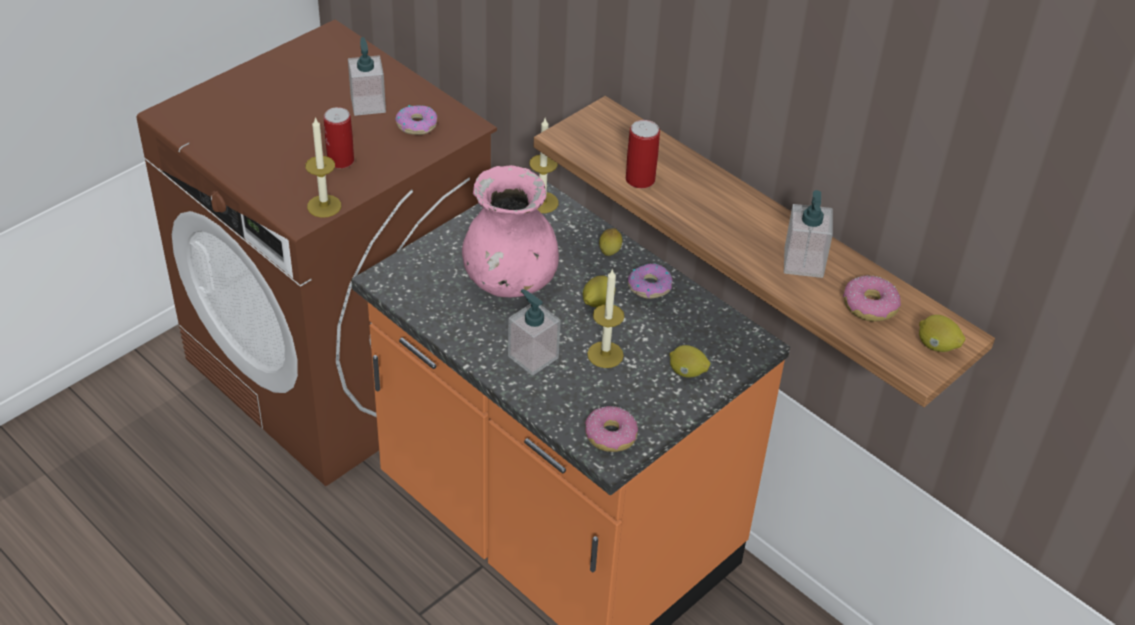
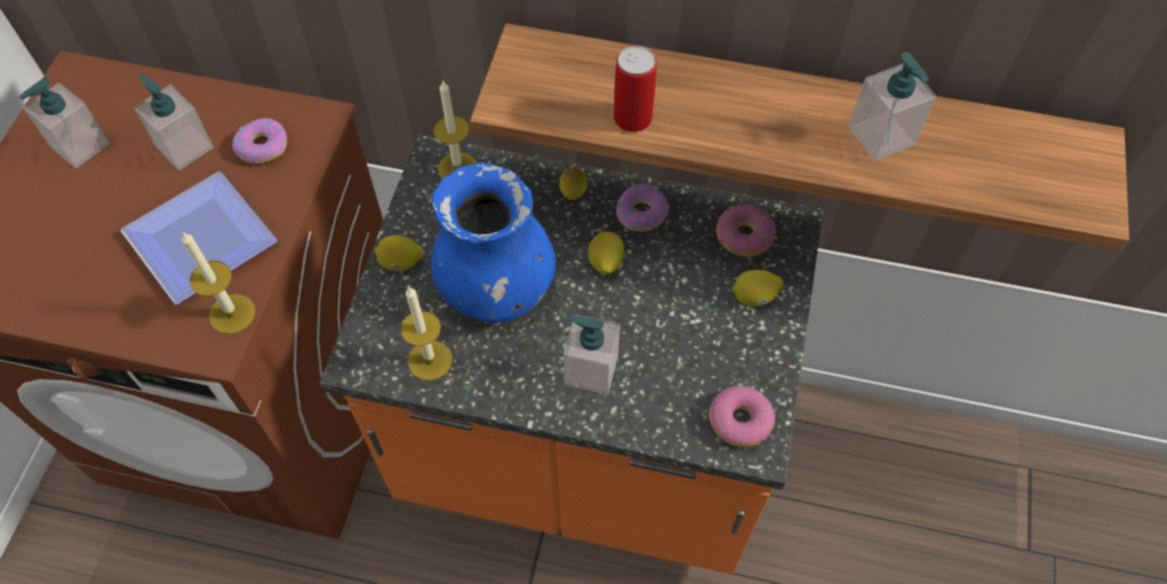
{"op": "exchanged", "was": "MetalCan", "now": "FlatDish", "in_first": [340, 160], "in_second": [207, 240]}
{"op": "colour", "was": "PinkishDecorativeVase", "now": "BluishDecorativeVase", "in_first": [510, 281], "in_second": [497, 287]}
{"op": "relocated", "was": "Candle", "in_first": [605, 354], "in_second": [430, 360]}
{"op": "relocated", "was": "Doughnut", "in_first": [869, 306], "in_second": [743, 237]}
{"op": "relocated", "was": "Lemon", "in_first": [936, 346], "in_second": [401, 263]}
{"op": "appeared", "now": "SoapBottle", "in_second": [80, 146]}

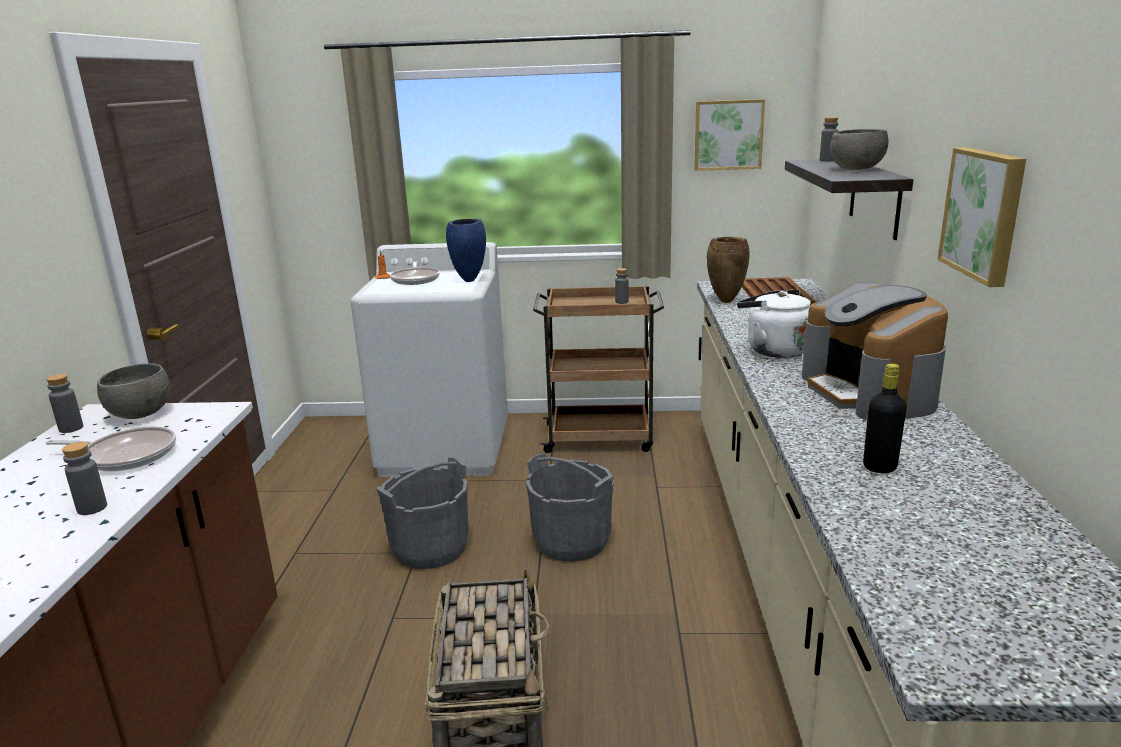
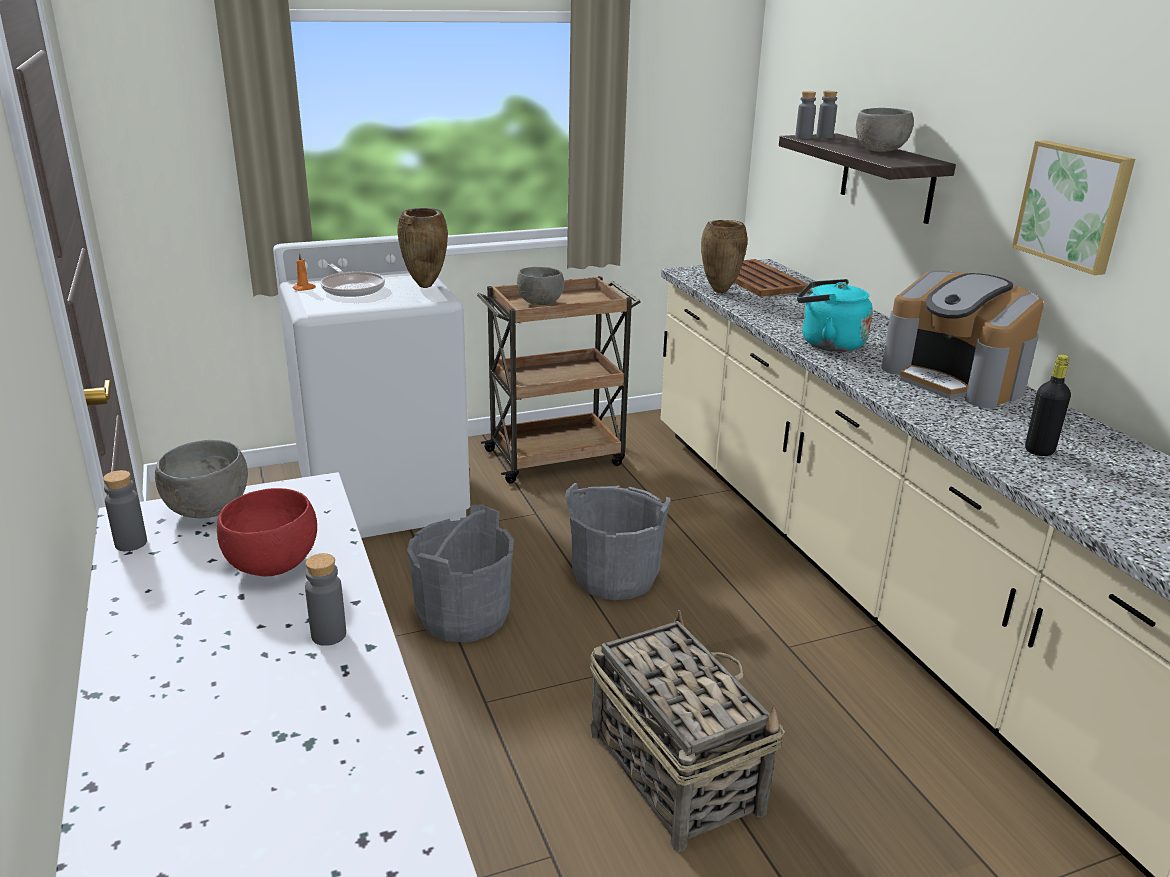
{"op": "exchanged", "was": "Pan", "now": "ReddishDeepDish", "in_first": [126, 455], "in_second": [272, 564]}
{"op": "colour", "was": "BluishDecorativeVase", "now": "BrownishDecorativeVase", "in_first": [469, 281], "in_second": [426, 286]}
{"op": "relocated", "was": "GrayDrinkBottle", "in_first": [621, 302], "in_second": [803, 137]}
{"op": "missing", "was": "WallPicture", "in_first": [728, 135]}
{"op": "colour", "was": "WhiteTeaKettle", "now": "TurquoiseTeaKettle", "in_first": [774, 350], "in_second": [827, 343]}
{"op": "appeared", "now": "GrayDeepDish", "in_second": [541, 303]}

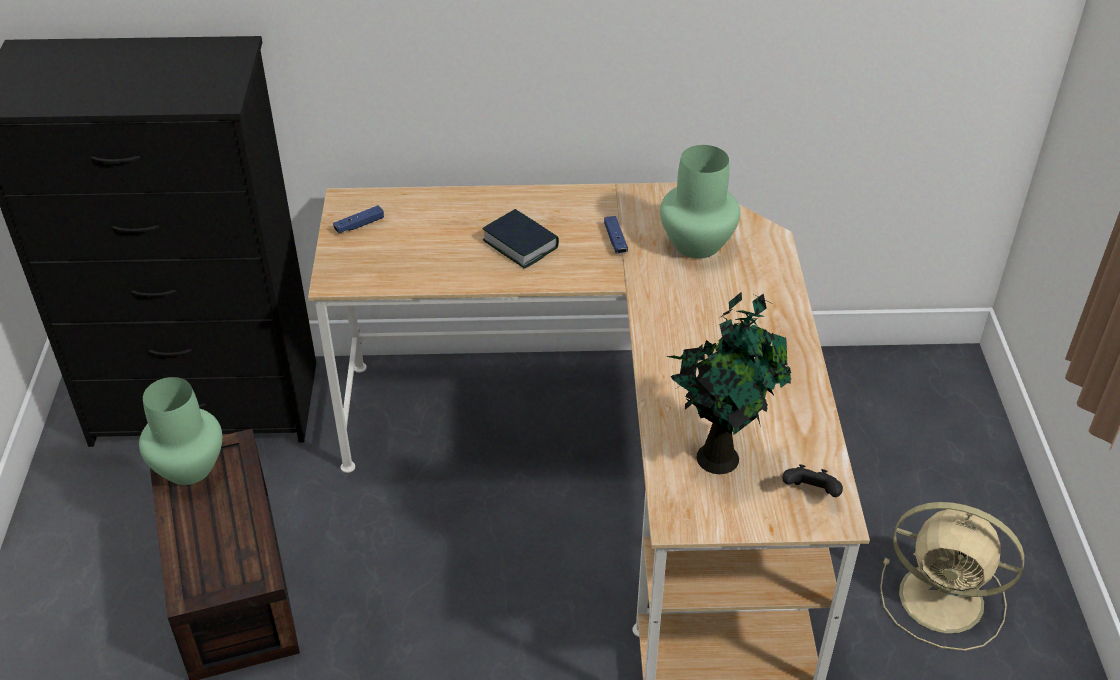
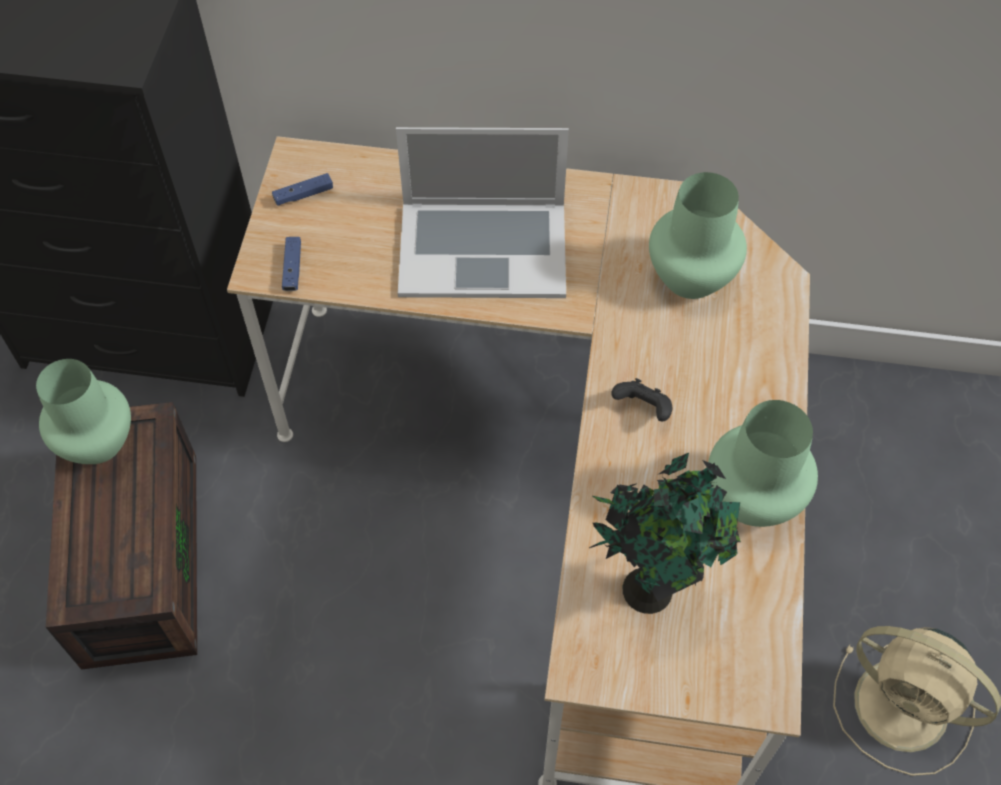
{"op": "exchanged", "was": "Book", "now": "Laptop", "in_first": [520, 244], "in_second": [483, 248]}
{"op": "relocated", "was": "BluishGamepad", "in_first": [615, 240], "in_second": [292, 269]}
{"op": "relocated", "was": "BlackGamepad", "in_first": [811, 493], "in_second": [643, 409]}
{"op": "appeared", "now": "GreenDecorativeVase", "in_second": [754, 499]}

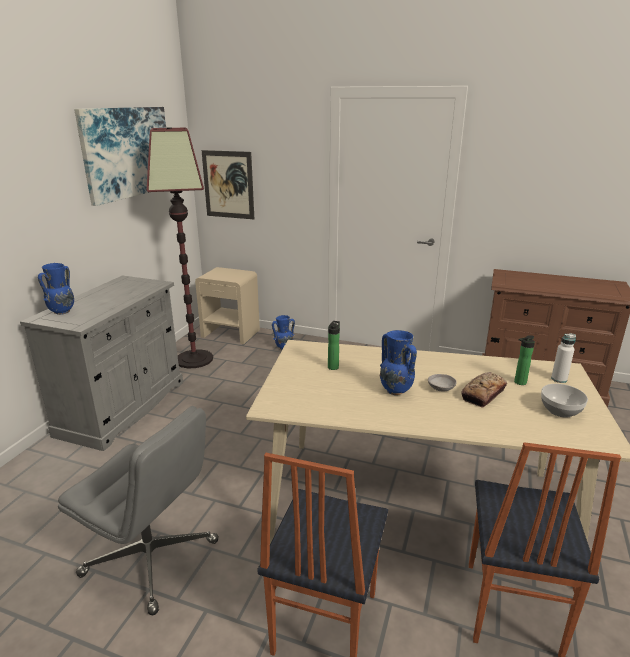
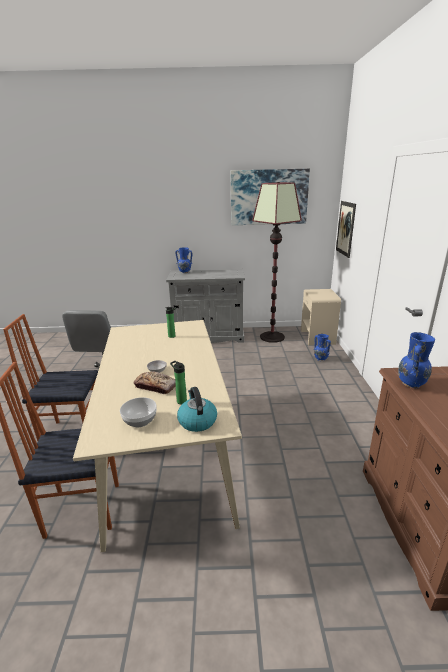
{"op": "relocated", "was": "BluishDecorativeVase", "in_first": [395, 390], "in_second": [411, 384]}
{"op": "exchanged", "was": "WhiteDrinkBottle", "now": "TeaKettle", "in_first": [559, 379], "in_second": [197, 421]}

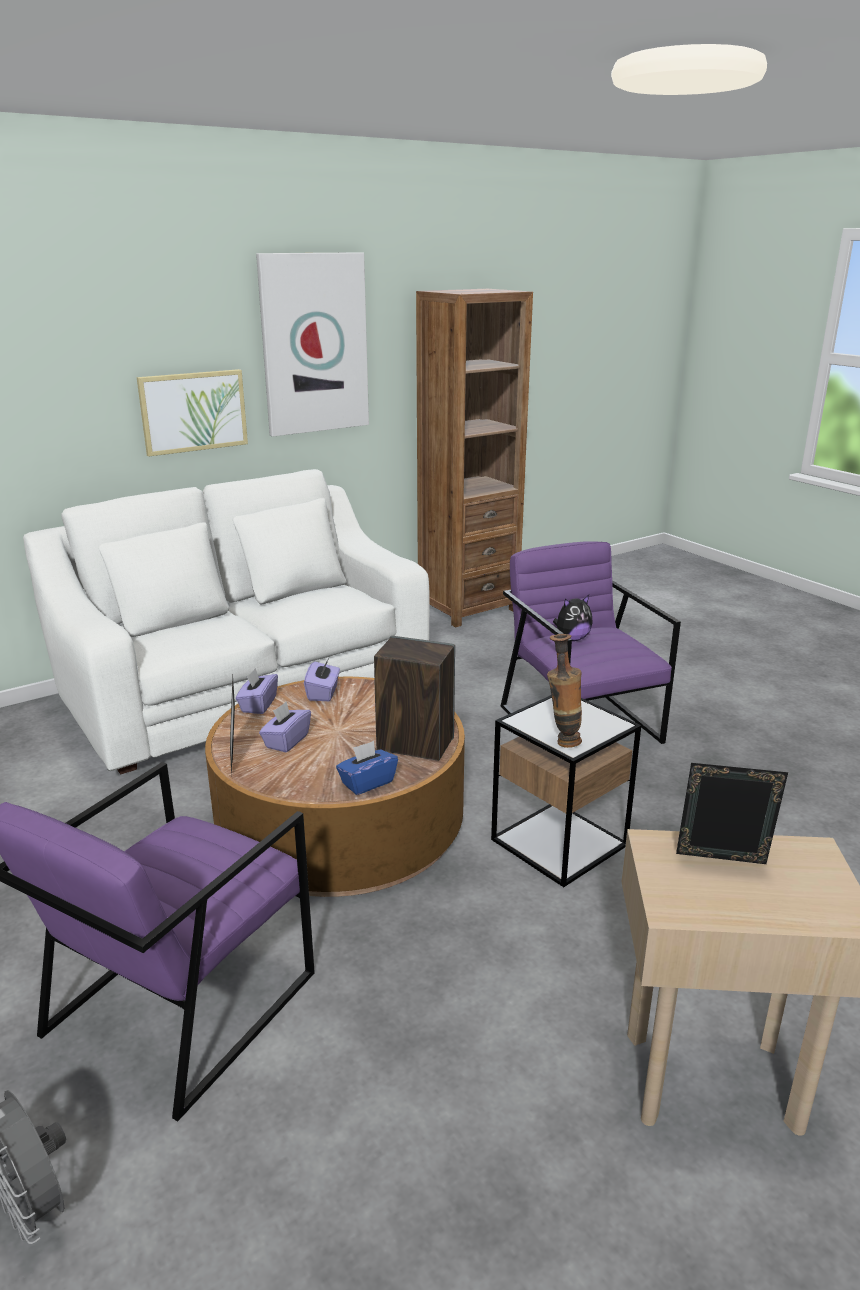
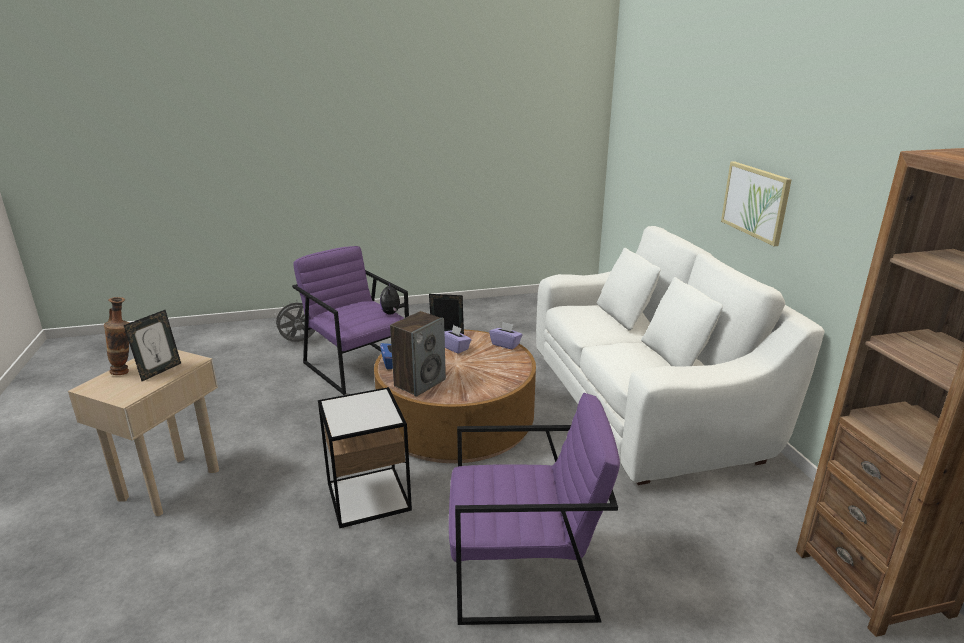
{"op": "missing", "was": "WallPicture", "in_first": [314, 344]}
{"op": "missing", "was": "PurpleTissueBox", "in_first": [323, 693]}
{"op": "relocated", "was": "DecorativeVase", "in_first": [562, 741], "in_second": [126, 371]}
{"op": "relocated", "was": "SoftToy", "in_first": [572, 639], "in_second": [392, 313]}

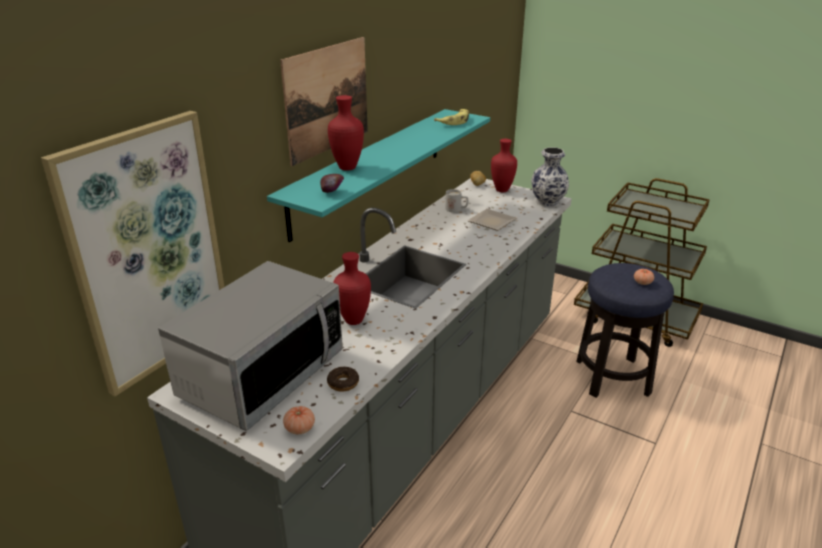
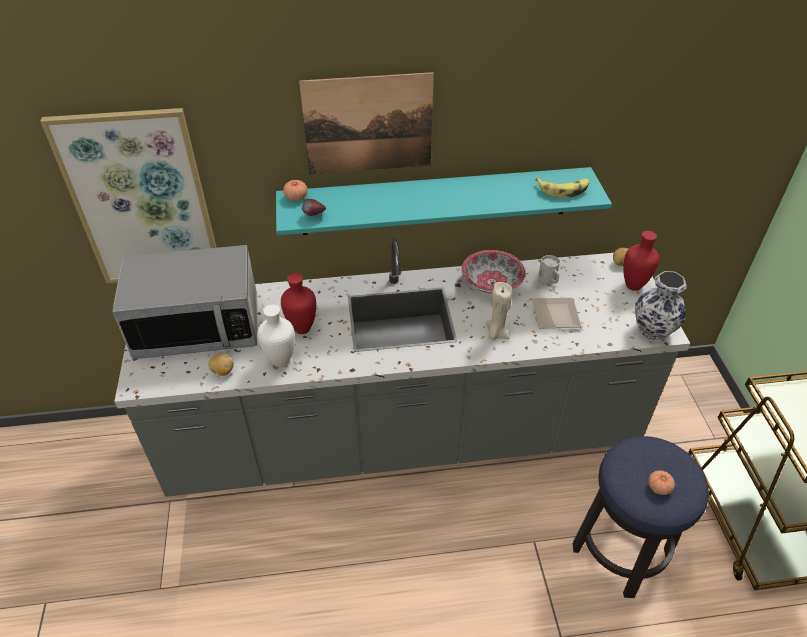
{"op": "relocated", "was": "WholeTomato", "in_first": [300, 428], "in_second": [296, 197]}
{"op": "exchanged", "was": "Doughnut", "now": "WholePotato", "in_first": [343, 383], "in_second": [222, 371]}
{"op": "missing", "was": "ReddishDecorativeVase", "in_first": [347, 167]}
{"op": "appeared", "now": "WhiteDecorativeVase", "in_second": [282, 360]}
{"op": "appeared", "now": "DeepDish", "in_second": [491, 283]}
{"op": "appeared", "now": "SandColouredCandle", "in_second": [496, 333]}

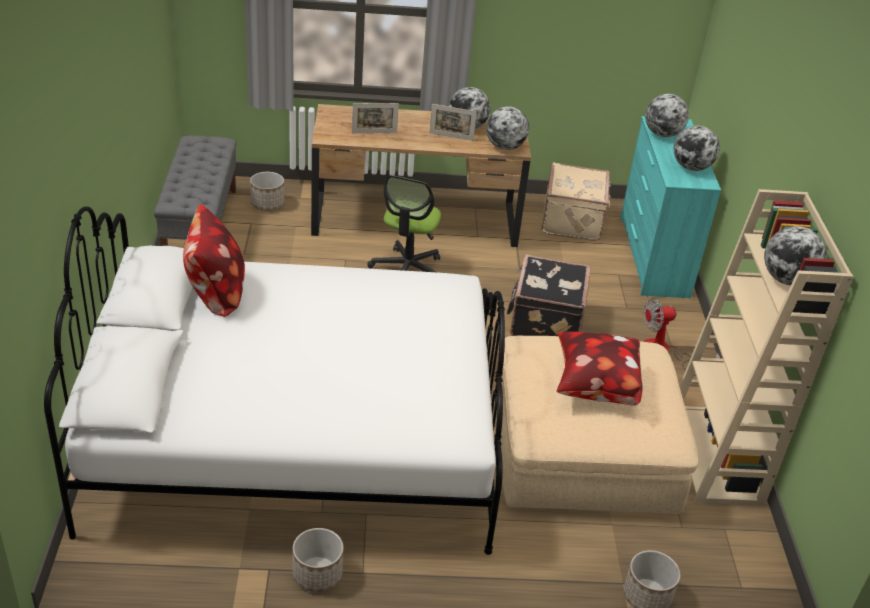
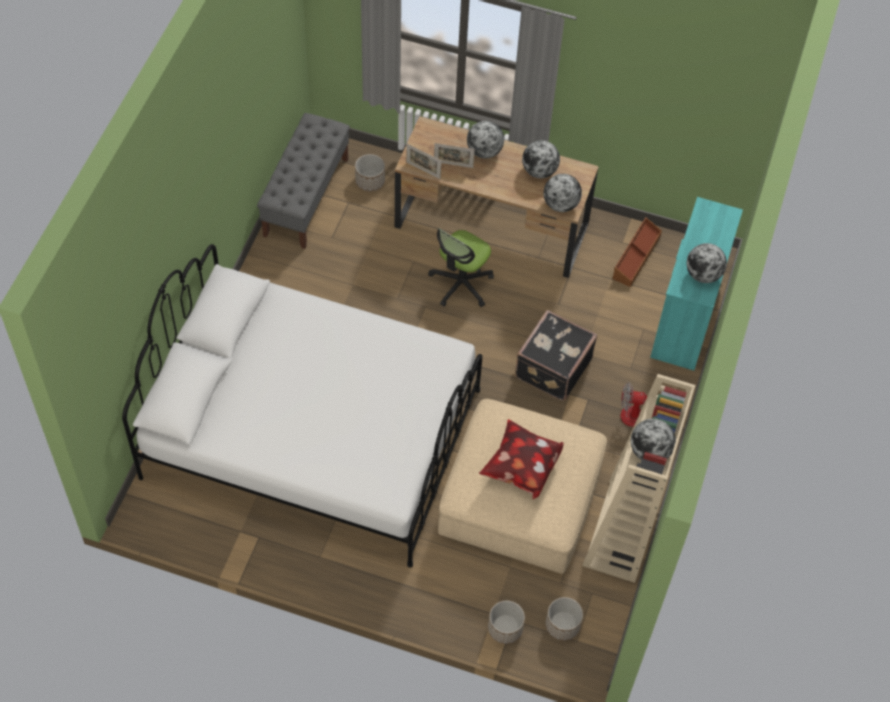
{"op": "missing", "was": "Cushion", "in_first": [216, 294]}
{"op": "relocated", "was": "FlowerPot", "in_first": [317, 574], "in_second": [562, 625]}
{"op": "relocated", "was": "PhotoFrame", "in_first": [451, 137], "in_second": [423, 170]}
{"op": "exchanged", "was": "SandColouredSuitcase", "now": "BrownishStorageBin", "in_first": [573, 221], "in_second": [635, 256]}
{"op": "relocated", "was": "WorldGlobe", "in_first": [662, 134], "in_second": [484, 151]}

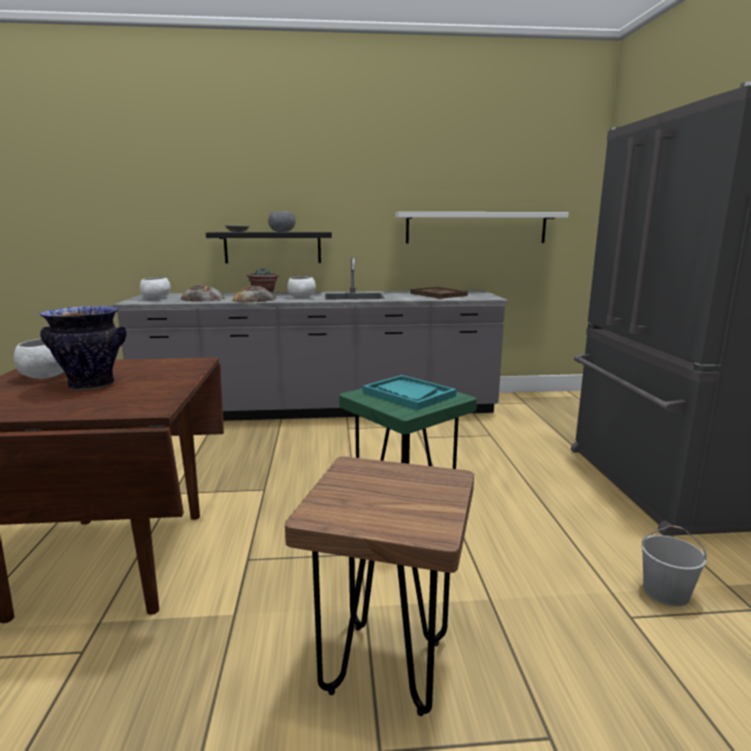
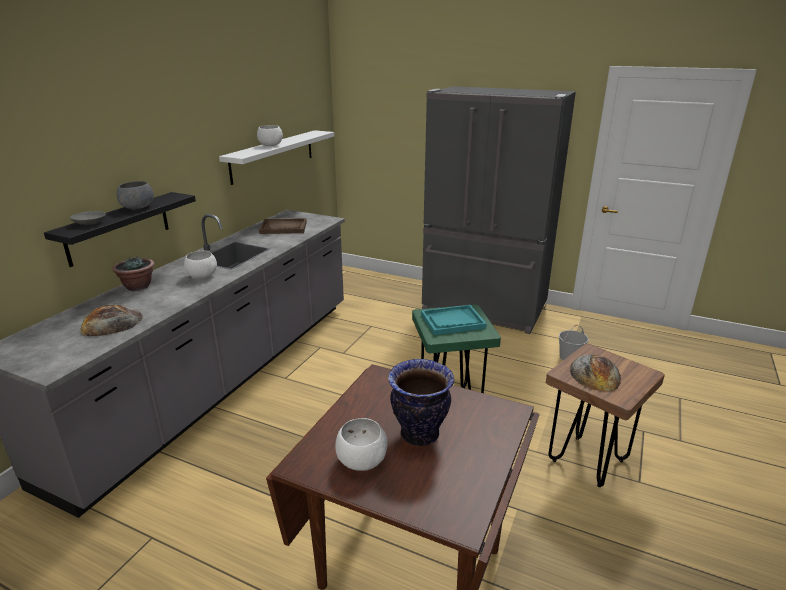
{"op": "relocated", "was": "WhiteDeepDish", "in_first": [155, 298], "in_second": [270, 145]}
{"op": "relocated", "was": "BakeryBread", "in_first": [254, 299], "in_second": [595, 374]}

